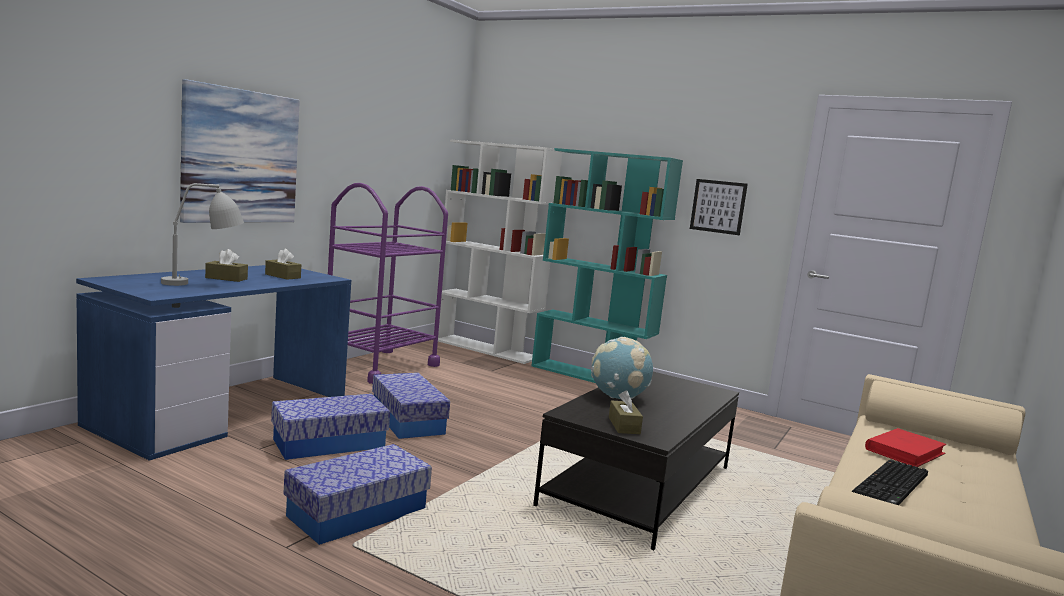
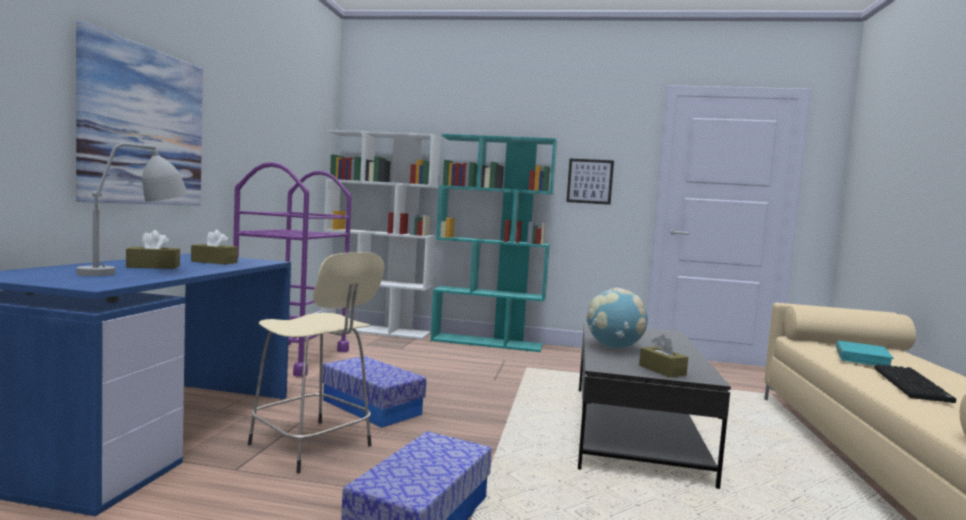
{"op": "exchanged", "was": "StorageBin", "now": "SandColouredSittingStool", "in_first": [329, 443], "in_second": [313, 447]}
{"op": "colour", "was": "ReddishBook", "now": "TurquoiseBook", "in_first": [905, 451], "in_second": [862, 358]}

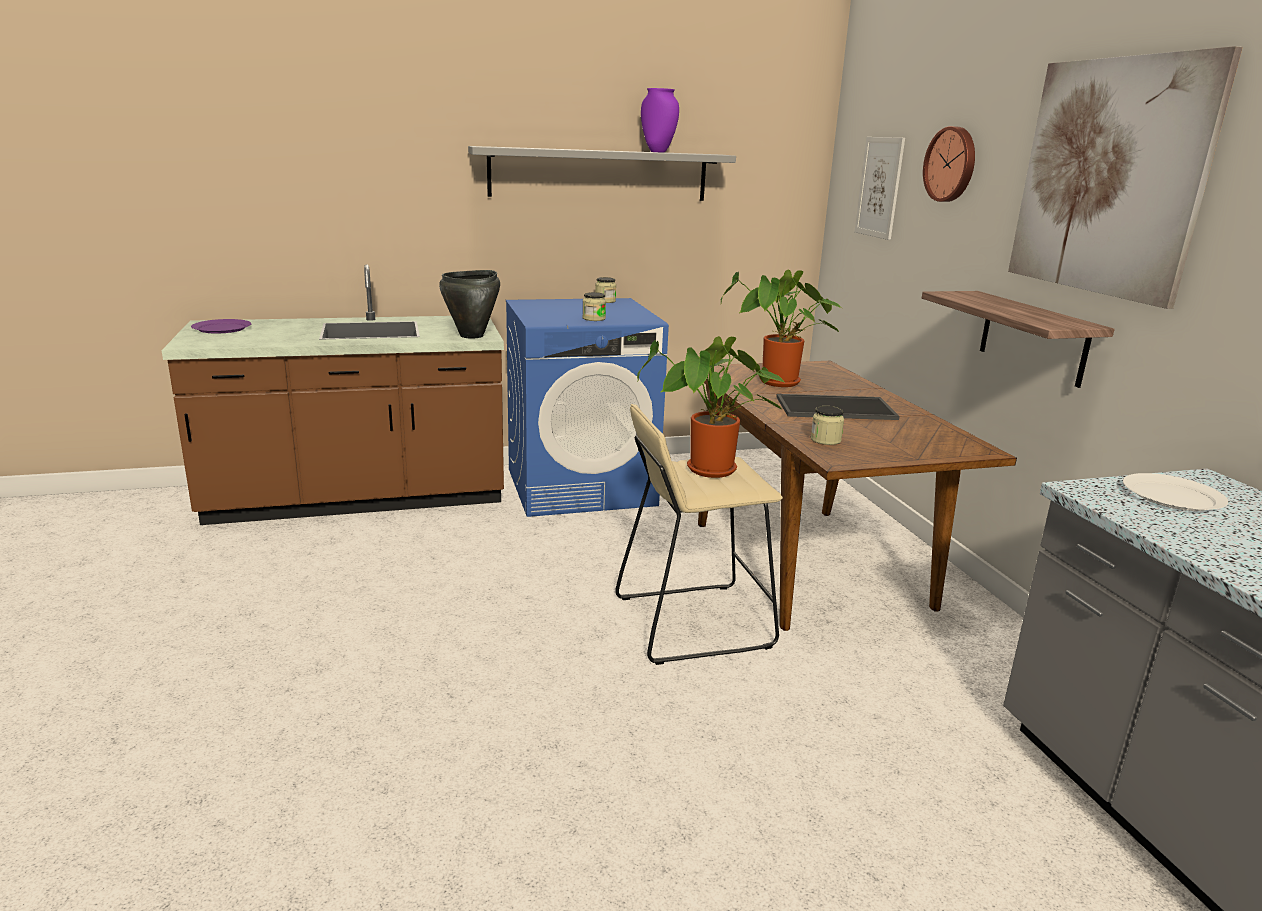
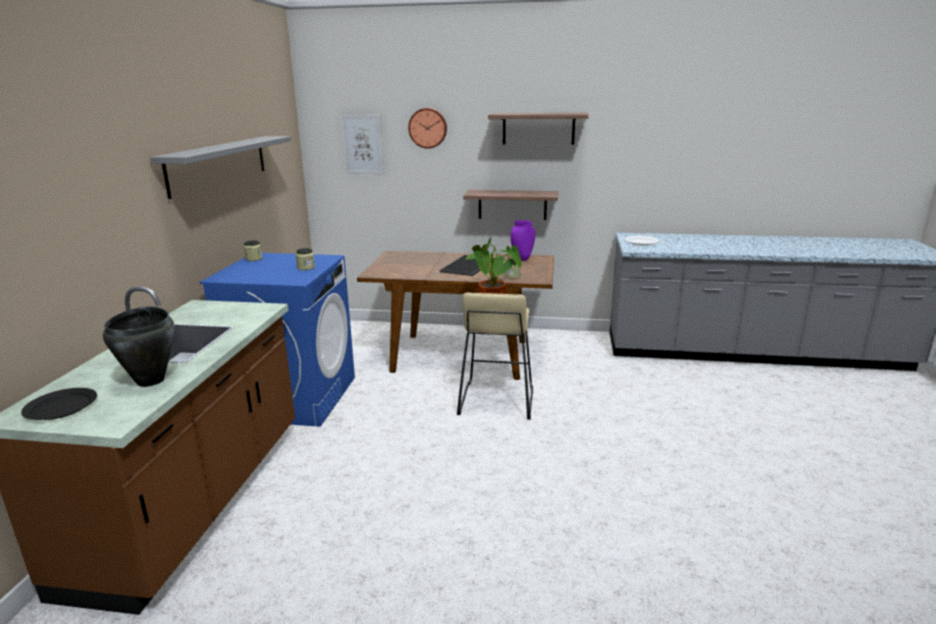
{"op": "colour", "was": "PurpleFlatDish", "now": "BlackFlatDish", "in_first": [221, 328], "in_second": [61, 407]}
{"op": "relocated", "was": "BlackCookingPot", "in_first": [472, 336], "in_second": [151, 380]}
{"op": "relocated", "was": "PurpleDecorativeVase", "in_first": [657, 152], "in_second": [522, 259]}
{"op": "missing", "was": "PottedPlant", "in_first": [777, 383]}
{"op": "exchanged", "was": "WallPicture", "now": "BracketShelf", "in_first": [1109, 177], "in_second": [538, 128]}

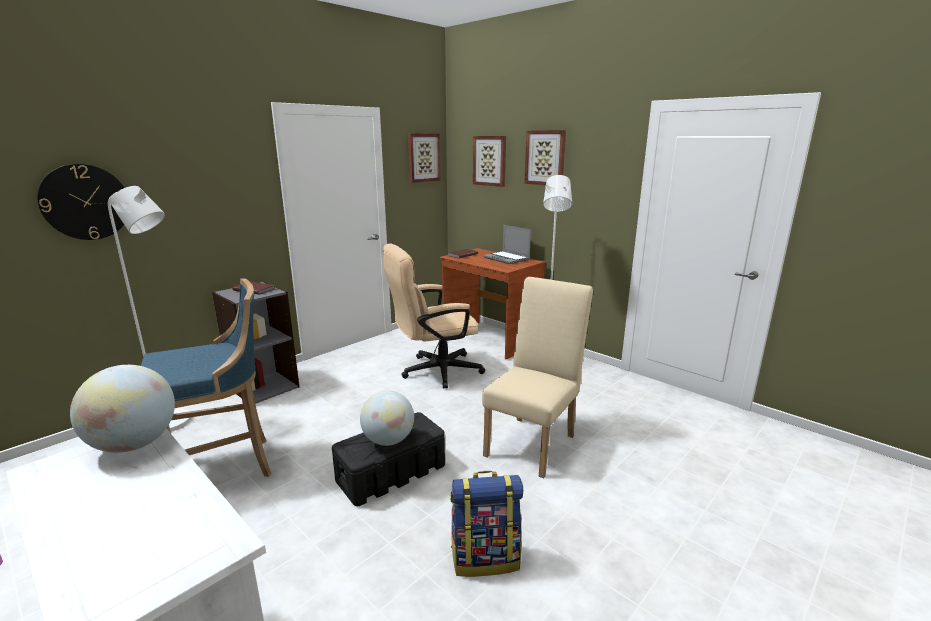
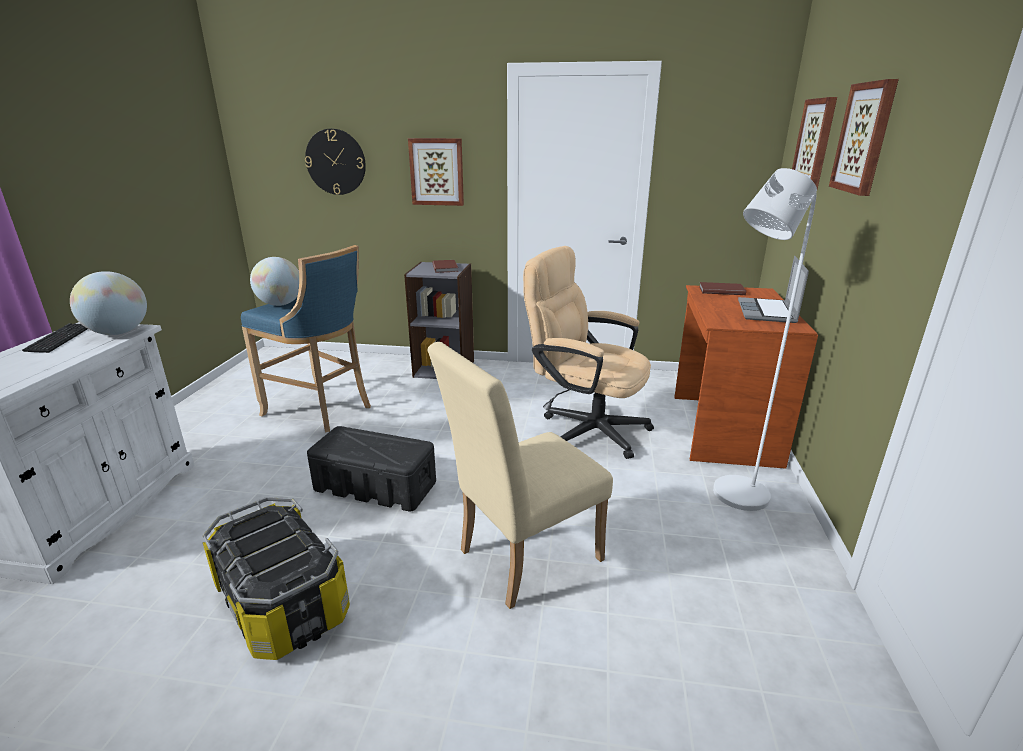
{"op": "missing", "was": "WhiteStandingLamp", "in_first": [176, 423]}
{"op": "relocated", "was": "WorldGlobe", "in_first": [388, 440], "in_second": [280, 304]}
{"op": "relocated", "was": "WallPicture", "in_first": [423, 157], "in_second": [437, 172]}
{"op": "exchanged", "was": "Backpack", "now": "StorageBin", "in_first": [485, 557], "in_second": [283, 602]}
{"op": "spun", "was": "SandColouredPlainChair", "in_first": [534, 442], "in_second": [521, 558], "clockwise": 150}
{"op": "appeared", "now": "PcKeyboard", "in_second": [59, 339]}

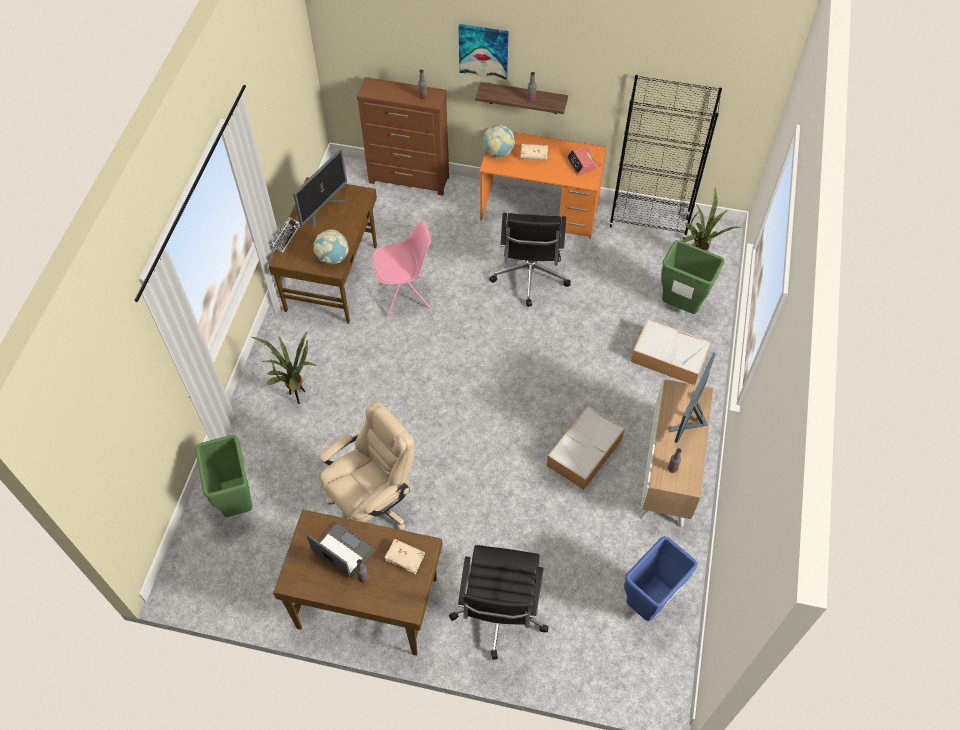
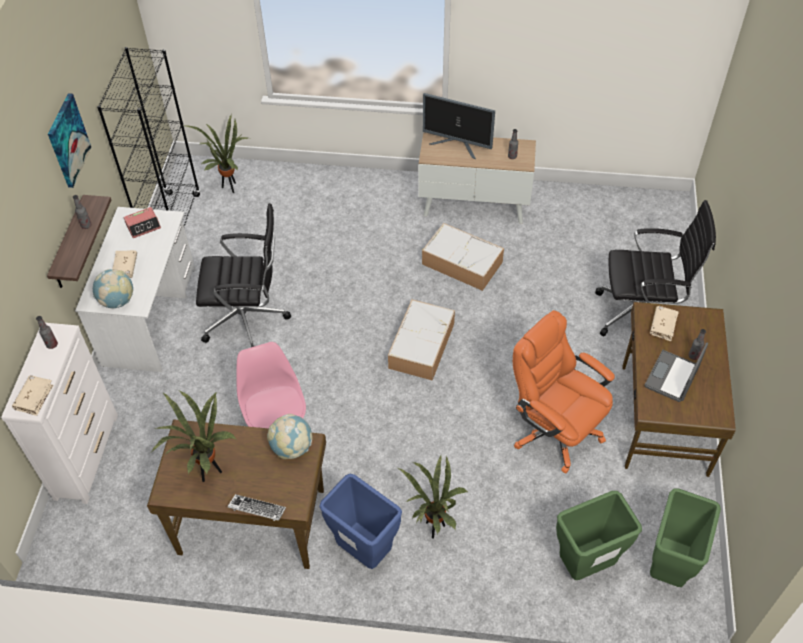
{"op": "exchanged", "was": "ComputerScreen", "now": "PottedPlant", "in_first": [323, 209], "in_second": [208, 473]}
{"op": "colour", "was": "SandColouredComputerChair", "now": "OrangeComputerChair", "in_first": [373, 502], "in_second": [554, 430]}
{"op": "colour", "was": "BrownishDrawerChest", "now": "WhiteDrawerChest", "in_first": [409, 180], "in_second": [87, 455]}
{"op": "relocated", "was": "WallPicture", "in_first": [483, 51], "in_second": [68, 140]}
{"op": "colour", "was": "OrangeDeskUnit", "now": "WhiteDeskUnit", "in_first": [540, 211], "in_second": [150, 316]}
{"op": "relocated", "was": "BluishTrashCan", "in_first": [648, 603], "in_second": [365, 552]}
{"op": "relocated", "was": "StorageBin", "in_first": [670, 357], "in_second": [421, 344]}
{"op": "relocated", "was": "GreenTrashCan", "in_first": [680, 306], "in_second": [667, 569]}
{"op": "appeared", "now": "SandColouredBook", "in_second": [34, 398]}

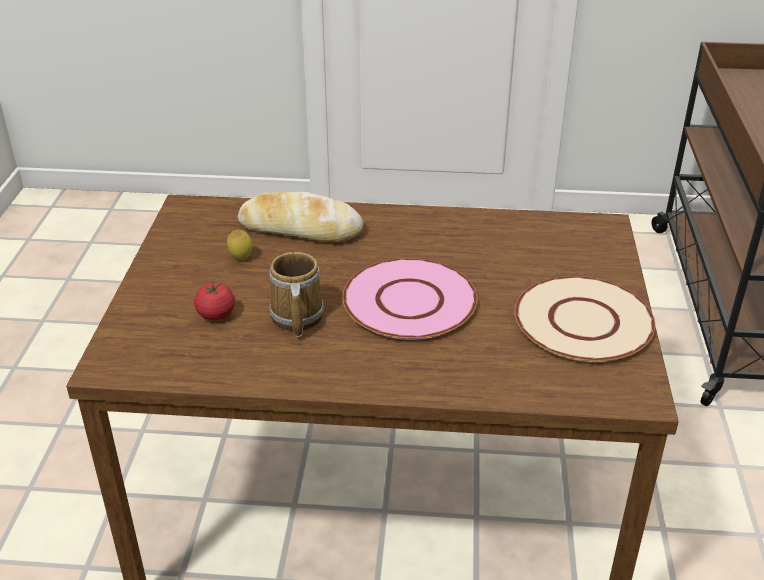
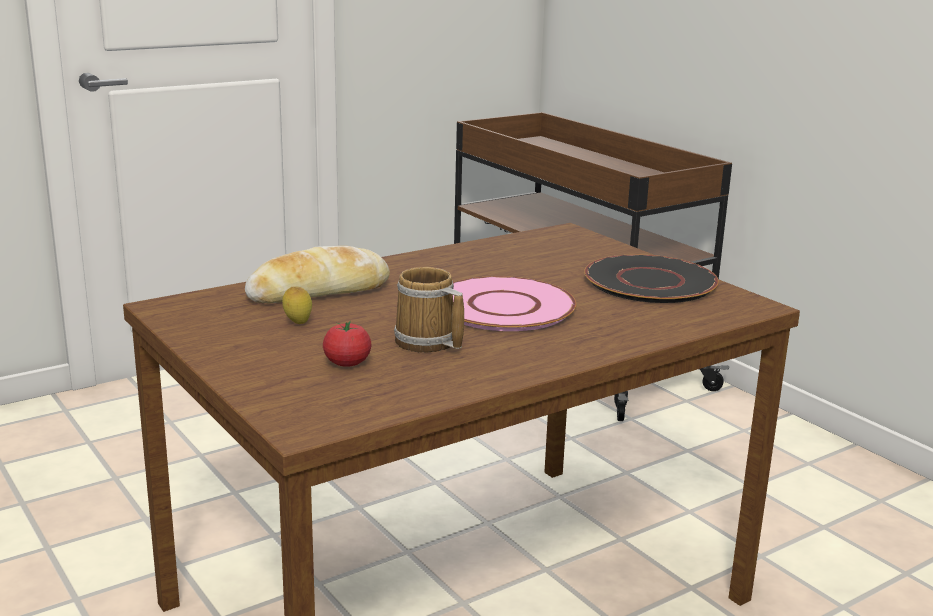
{"op": "colour", "was": "SandColouredFlatDish", "now": "BlackFlatDish", "in_first": [583, 321], "in_second": [649, 281]}

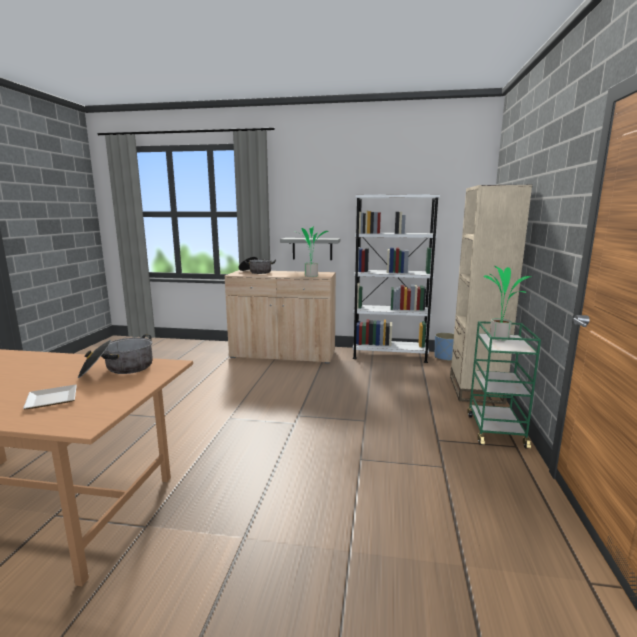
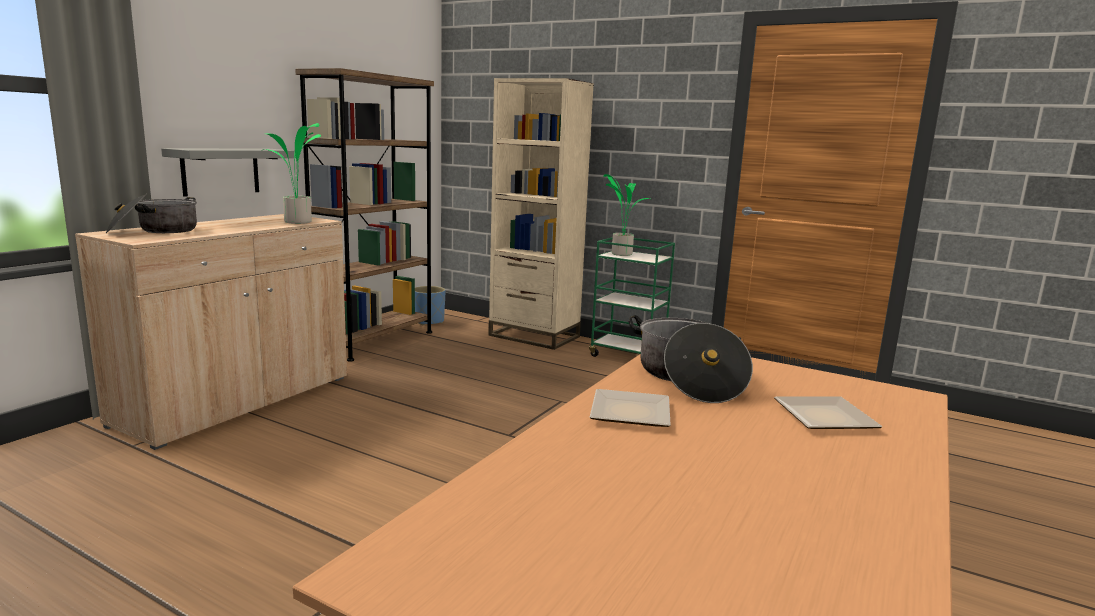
{"op": "colour", "was": "WhiteBookshelf", "now": "BrownishBookshelf", "in_first": [389, 355], "in_second": [375, 341]}
{"op": "appeared", "now": "FlatDish", "in_second": [633, 414]}

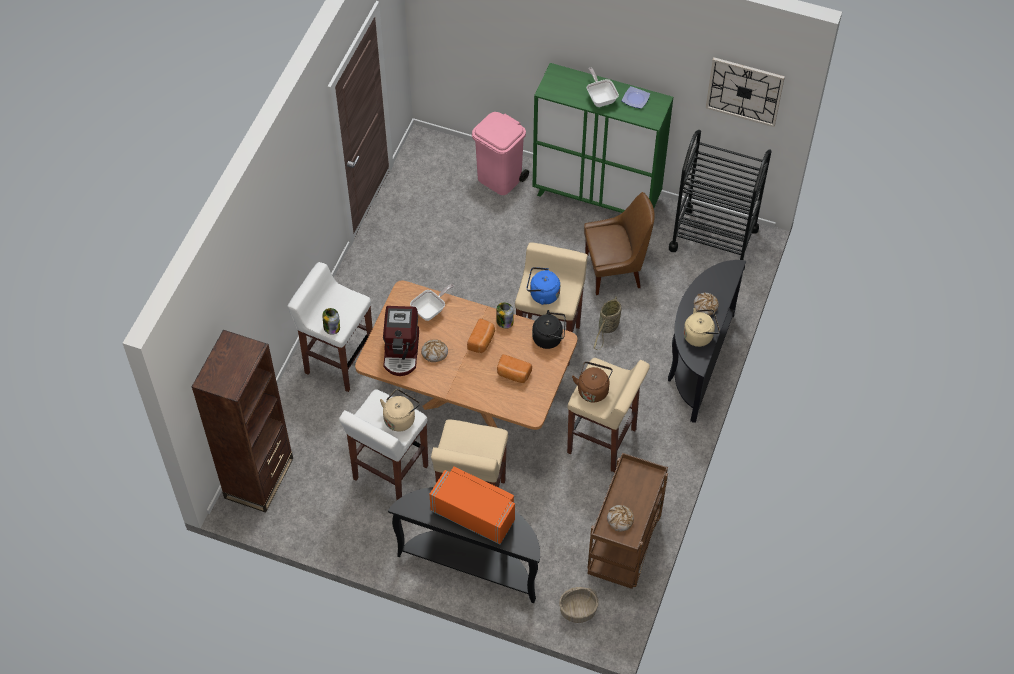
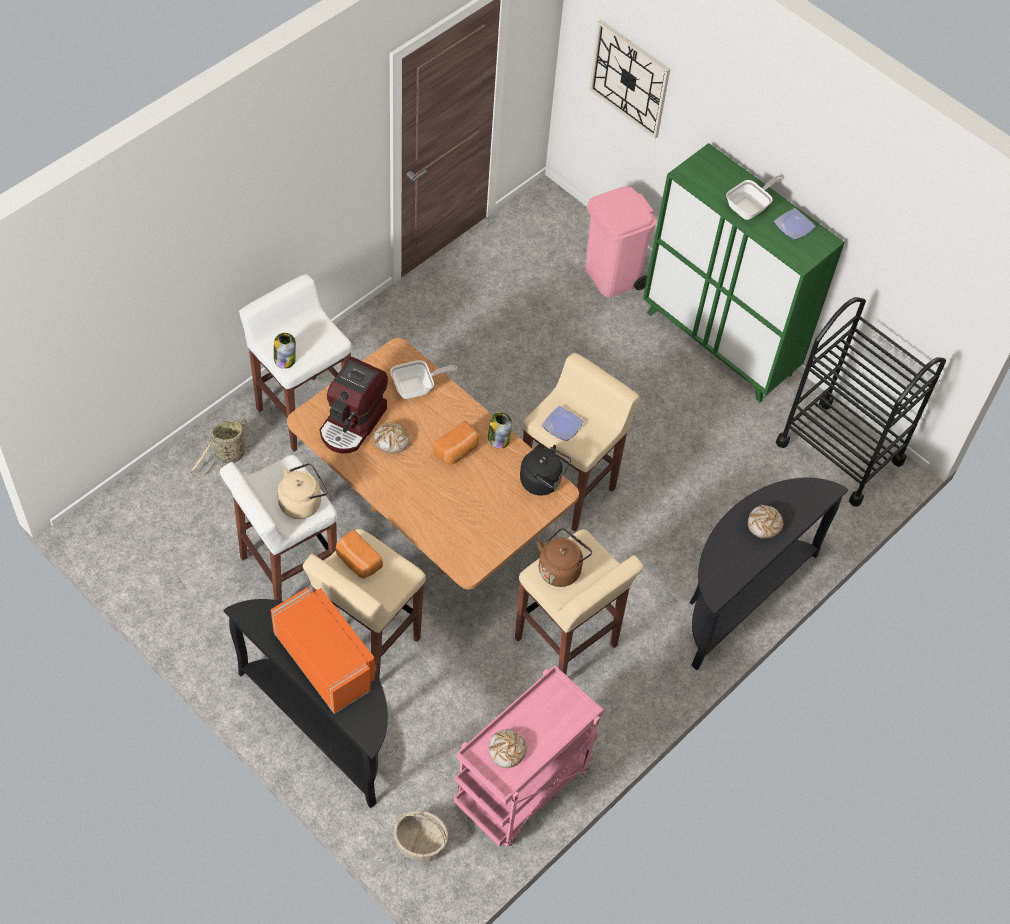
{"op": "missing", "was": "BrownishBookshelf", "in_first": [259, 478]}
{"op": "relocated", "was": "BakeryBread", "in_first": [513, 374], "in_second": [357, 562]}
{"op": "exchanged", "was": "BluishTeaKettle", "now": "FlatDish", "in_first": [542, 294], "in_second": [562, 424]}
{"op": "missing", "was": "BrownishPlainChair", "in_first": [615, 270]}
{"op": "spun", "was": "Pan", "in_first": [600, 97], "in_second": [749, 208], "clockwise": 45}
{"op": "colour", "was": "BrownishCart", "now": "PinkishCart", "in_first": [624, 547], "in_second": [522, 789]}
{"op": "relocated", "was": "StorageBasket", "in_first": [607, 328], "in_second": [228, 456]}
{"op": "missing", "was": "SandColouredTeaKettle", "in_first": [700, 335]}
{"op": "relocated", "was": "WallClock", "in_first": [744, 91], "in_second": [629, 79]}

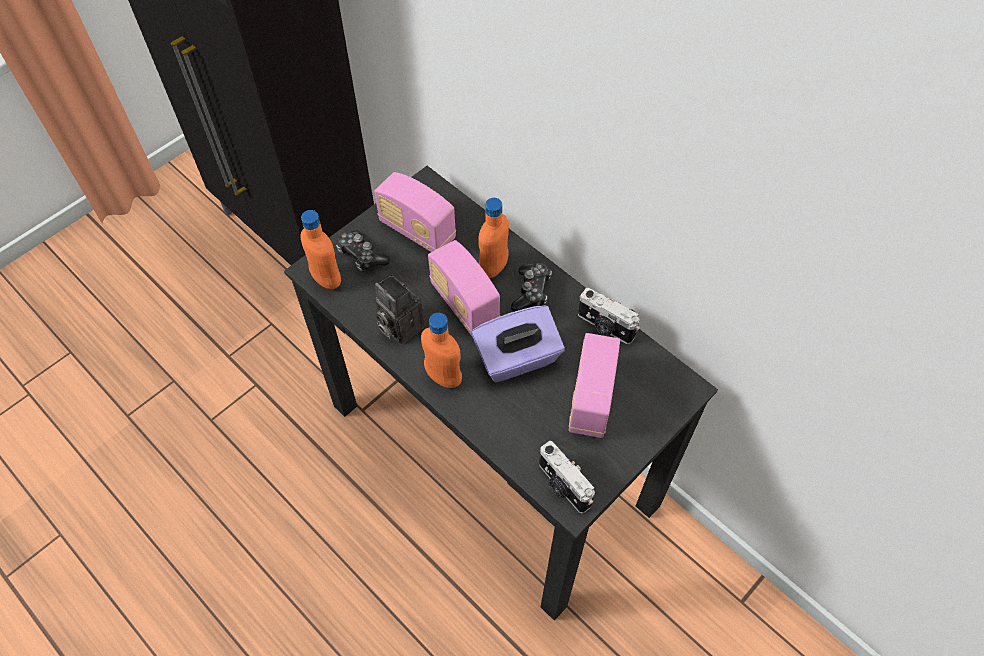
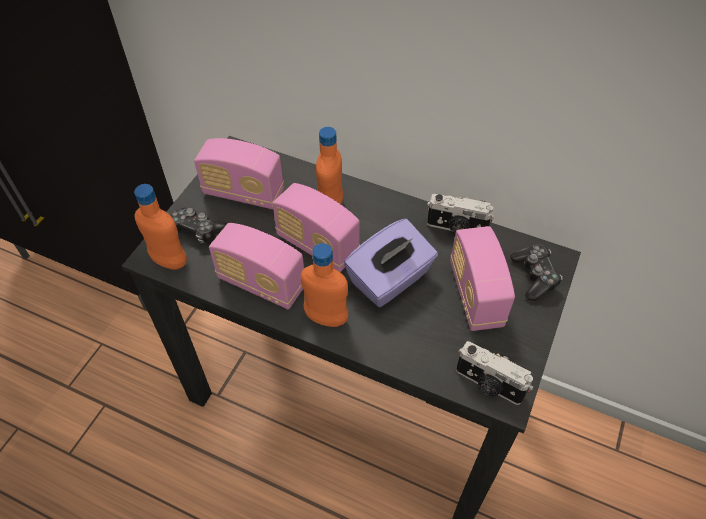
{"op": "exchanged", "was": "StillCamera", "now": "RadioReceiver", "in_first": [399, 325], "in_second": [261, 283]}
{"op": "relocated", "was": "Gamepad", "in_first": [531, 292], "in_second": [534, 276]}

